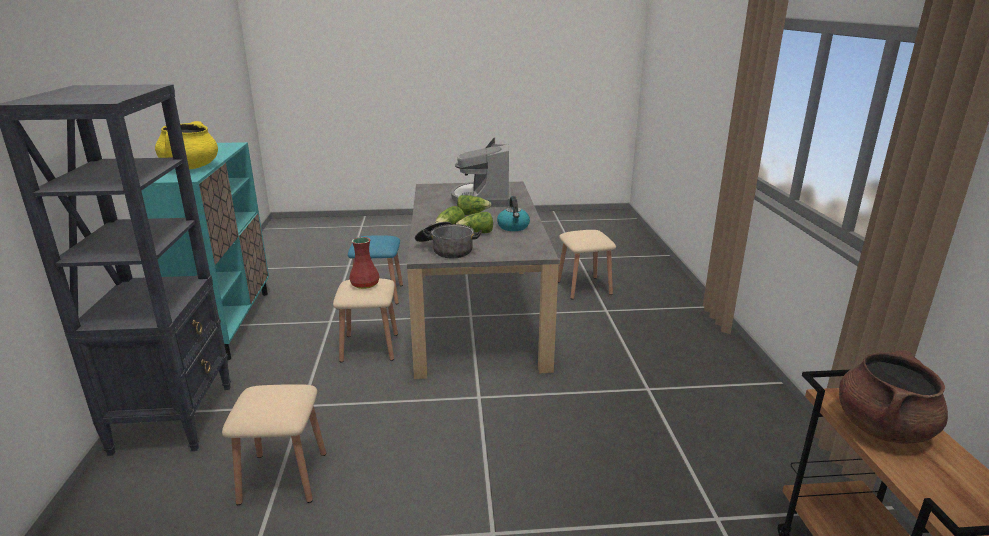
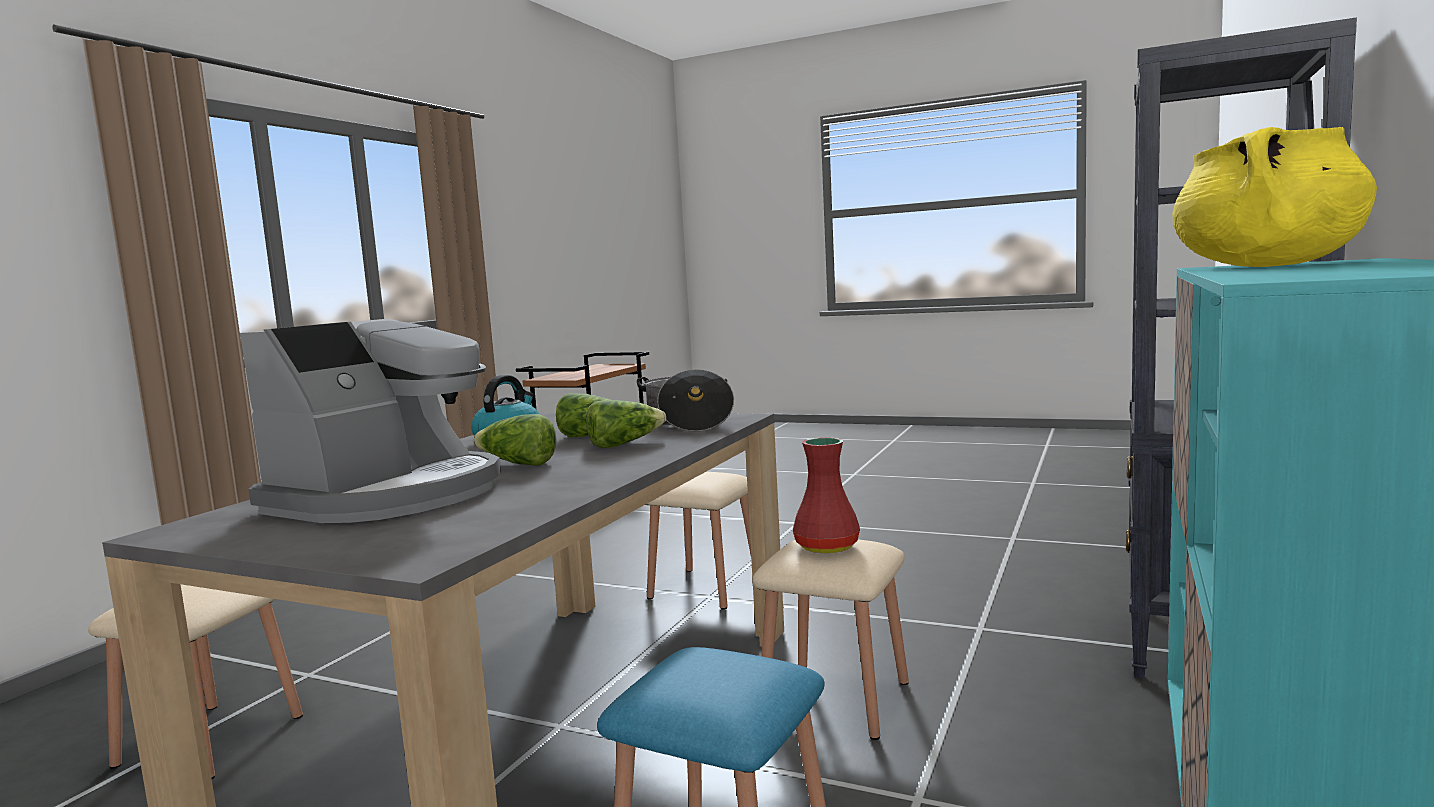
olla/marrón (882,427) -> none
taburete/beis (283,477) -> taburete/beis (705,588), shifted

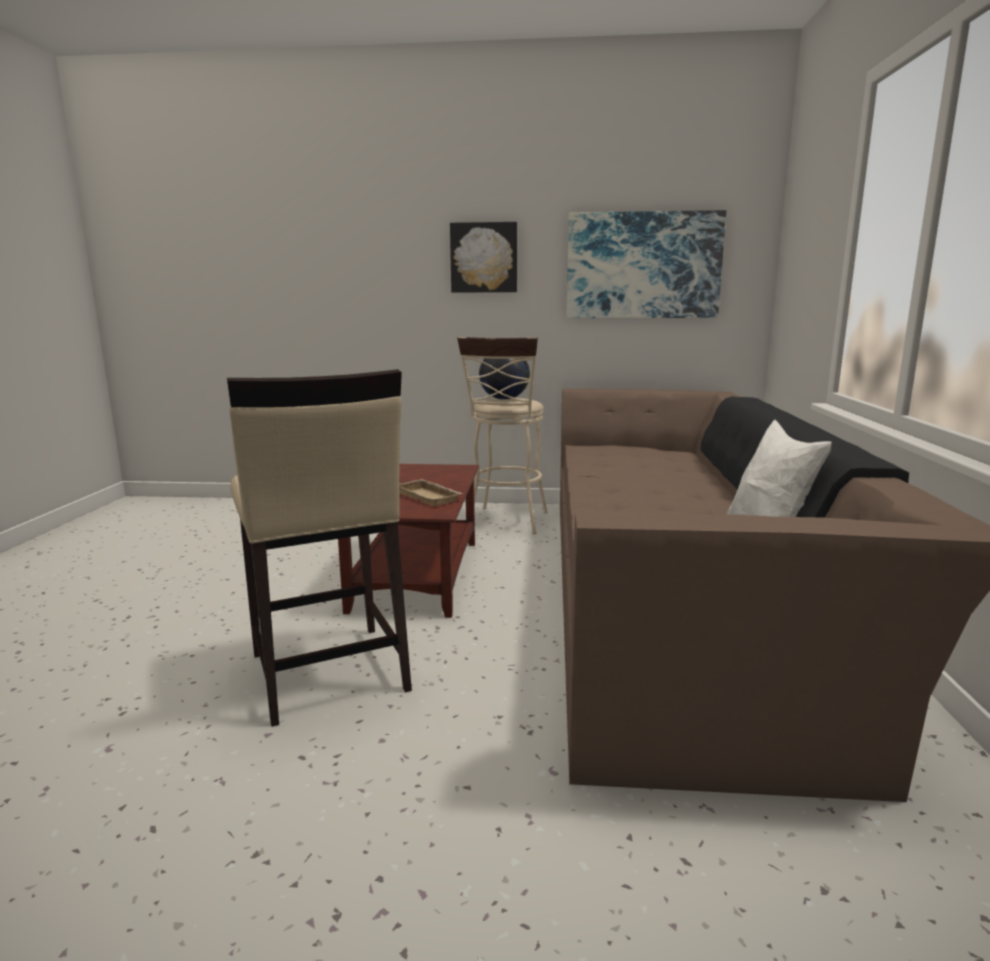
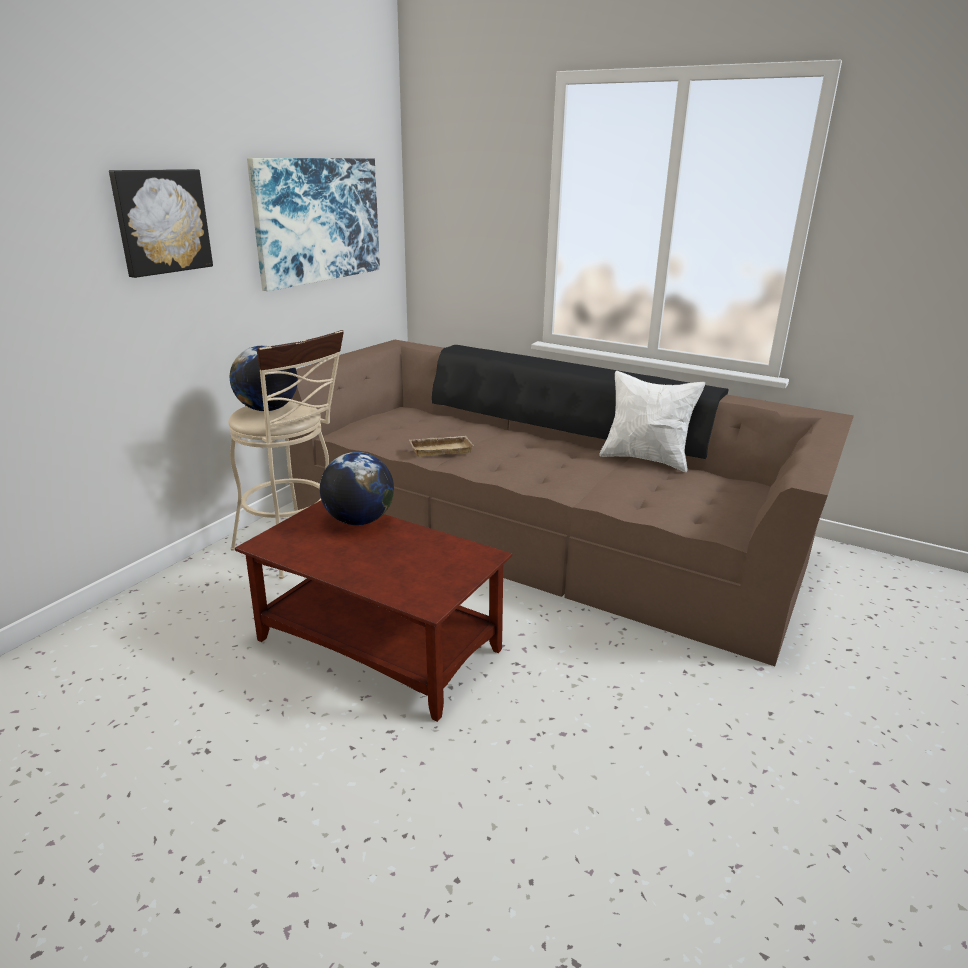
taburete/beis (327,673) -> none
none -> globo terráqueo (359,520)
bandeja/beis (430,497) -> bandeja/beis (441,449), shifted

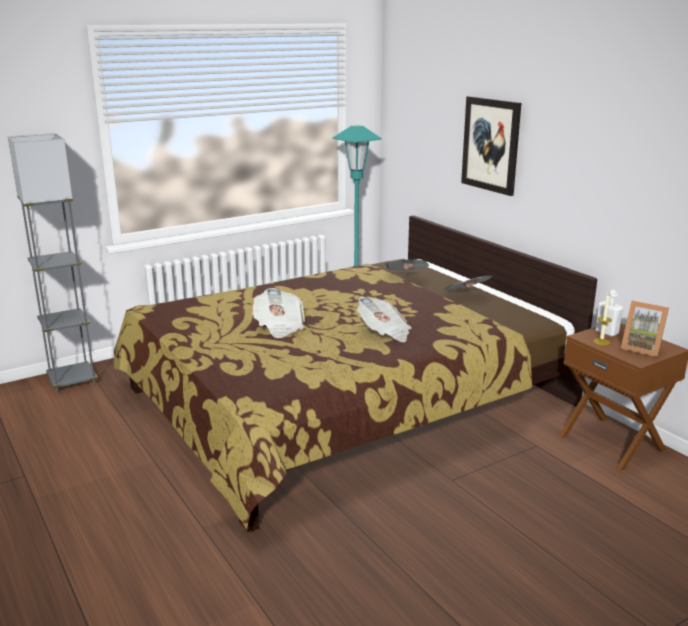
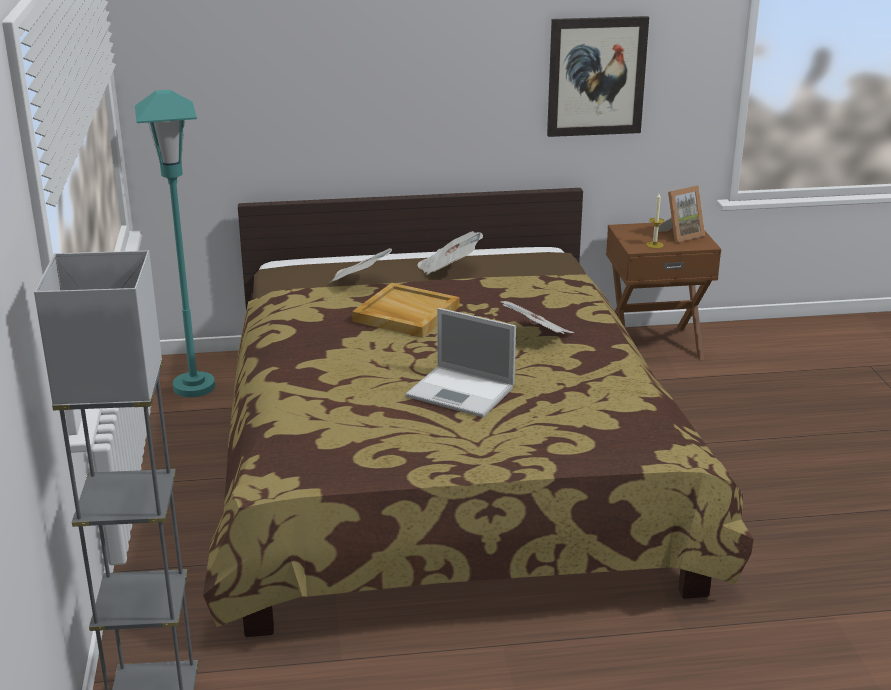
botella/blanco (607,332) -> none
none -> bandeja/beis (405,314)
cuadro (491,145) -> cuadro (596,76), shifted
periódico (279,327) -> portátil (462,392)

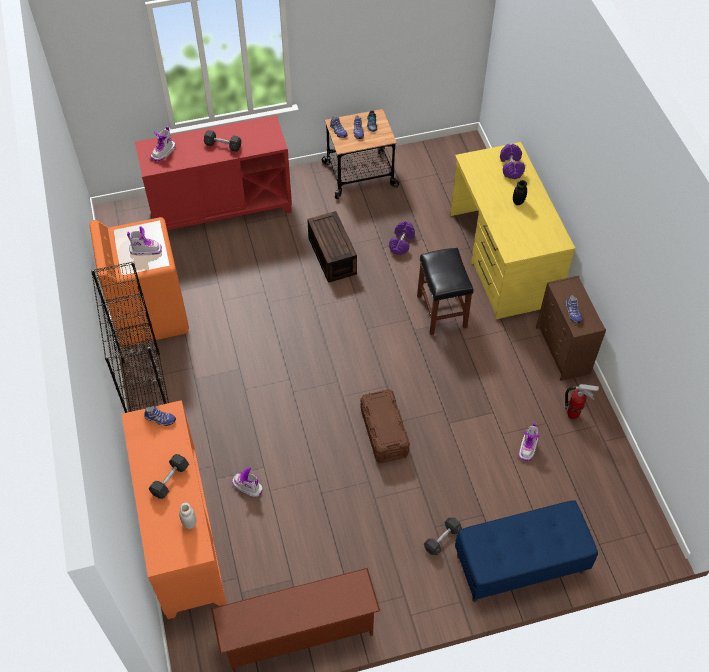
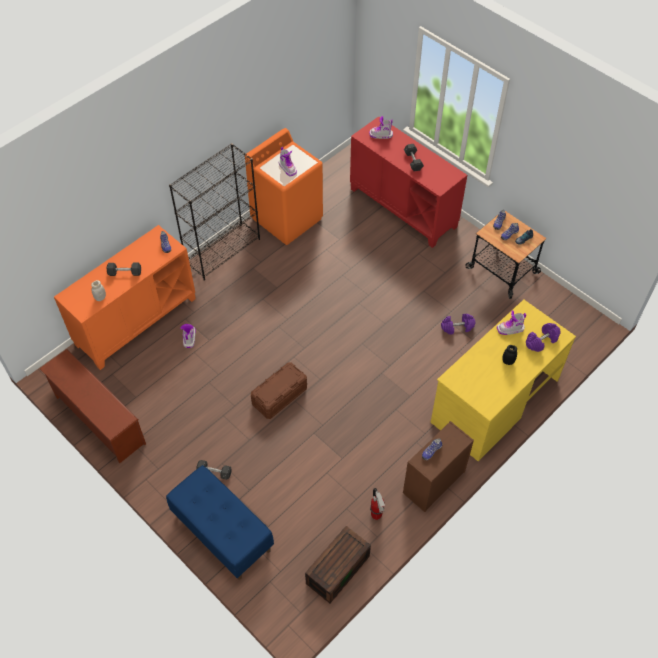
taburete/negro (441,311) -> none
caja de almacenaje/marrón (331,255) -> caja de almacenaje/marrón (337,568), shifted
bota (528,447) -> bota (510,329), shifted

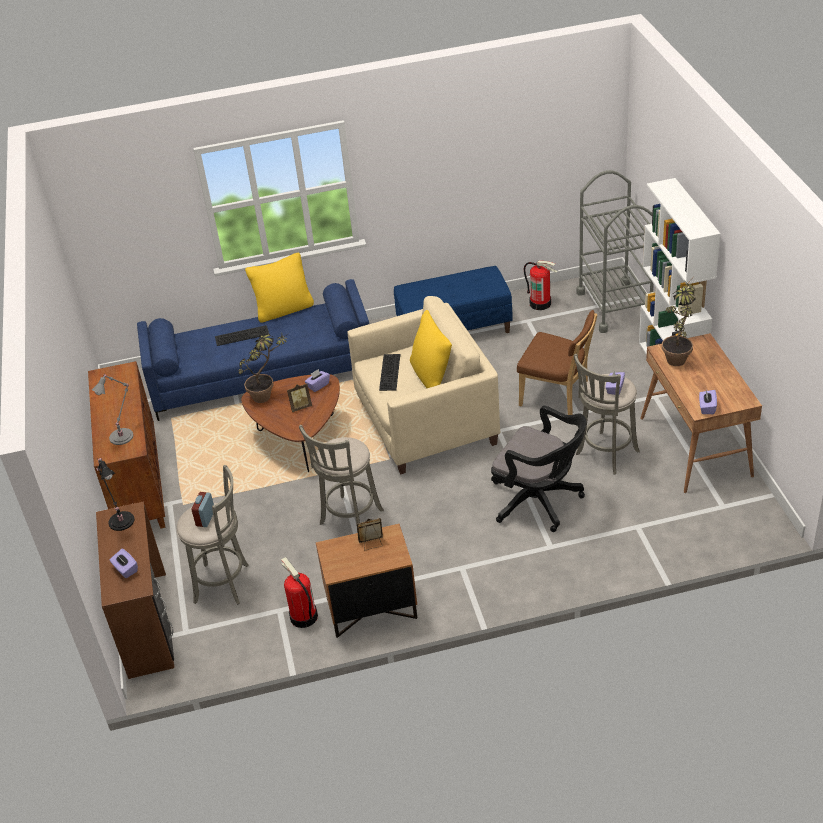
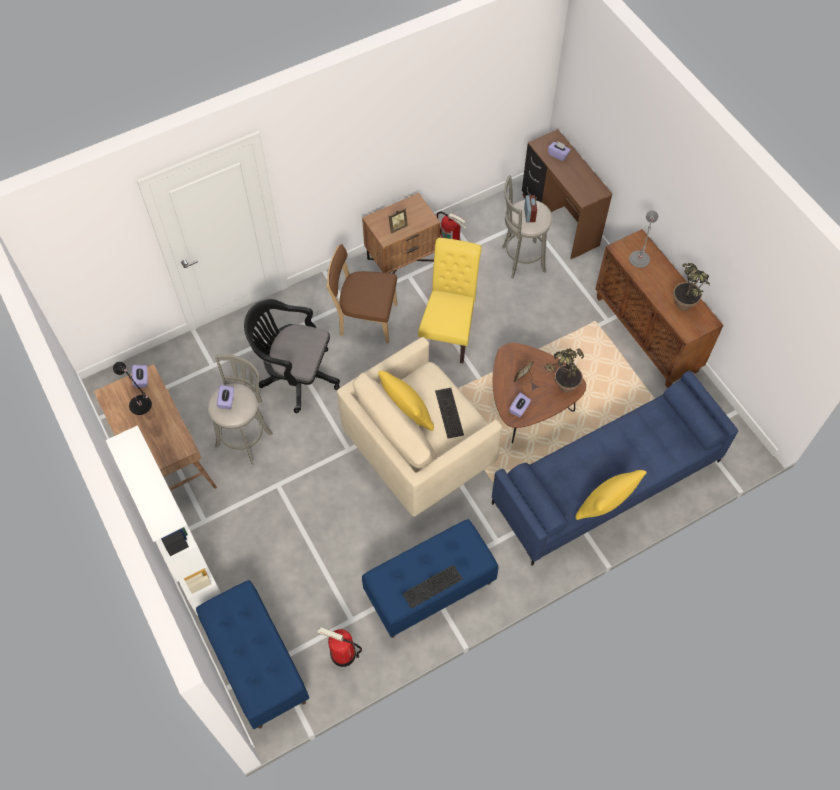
lámpara de mesa/negro (120,520) -> lámpara de mesa/negro (141,406), shifted
teclado (242,335) -> teclado (432,587), shifted
silla/marrón (557,397) -> silla/marrón (365,319), shifted
planta en maceta (678,356) -> planta en maceta (683,309), shifted
taburete/gris (349,519) -> silla/amarillo (449,331)
carrito/gris (614,306) -> banco/azul (256,663)

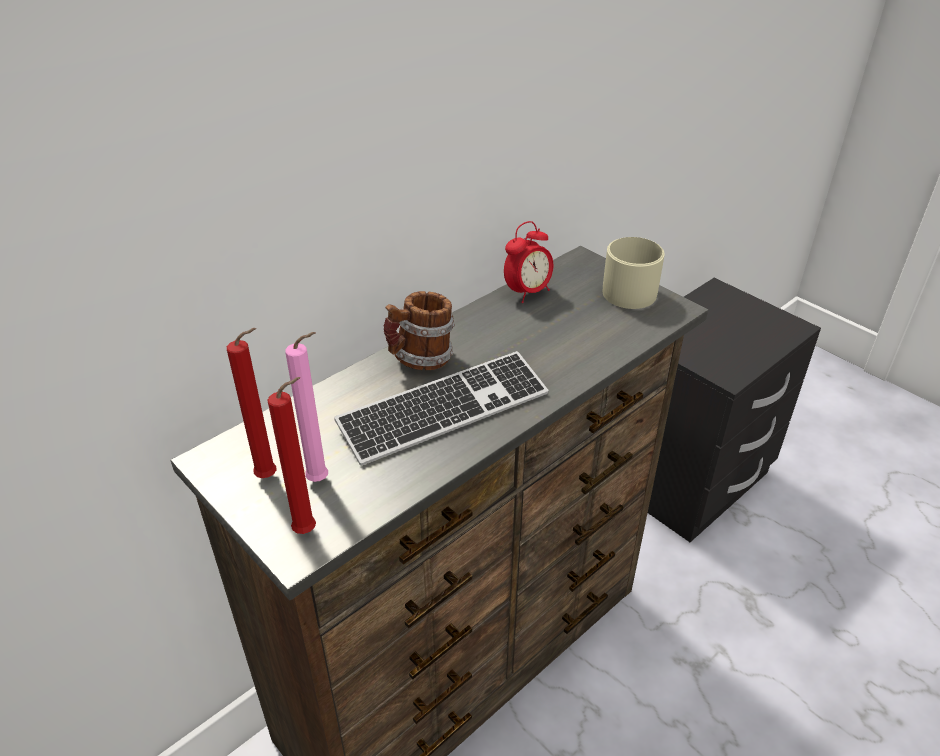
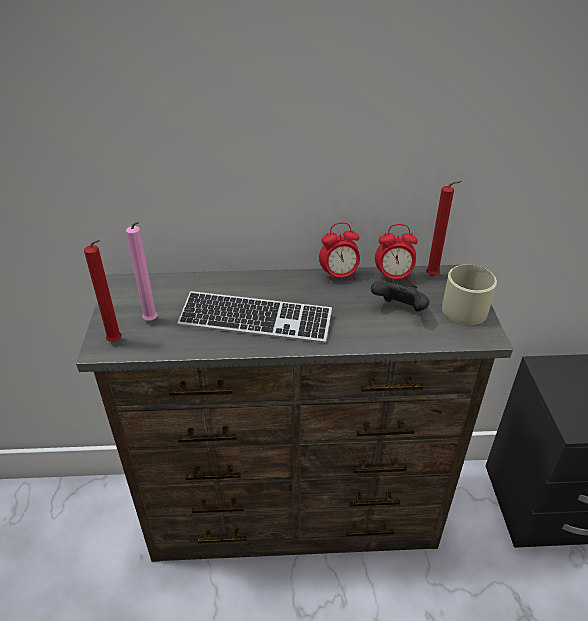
taza grande (420,360) -> none
none -> despertador (339,276)
none -> mando de consola/negro (400,310)
vela/rojo (270,477) -> vela/rojo (434,277), shifted

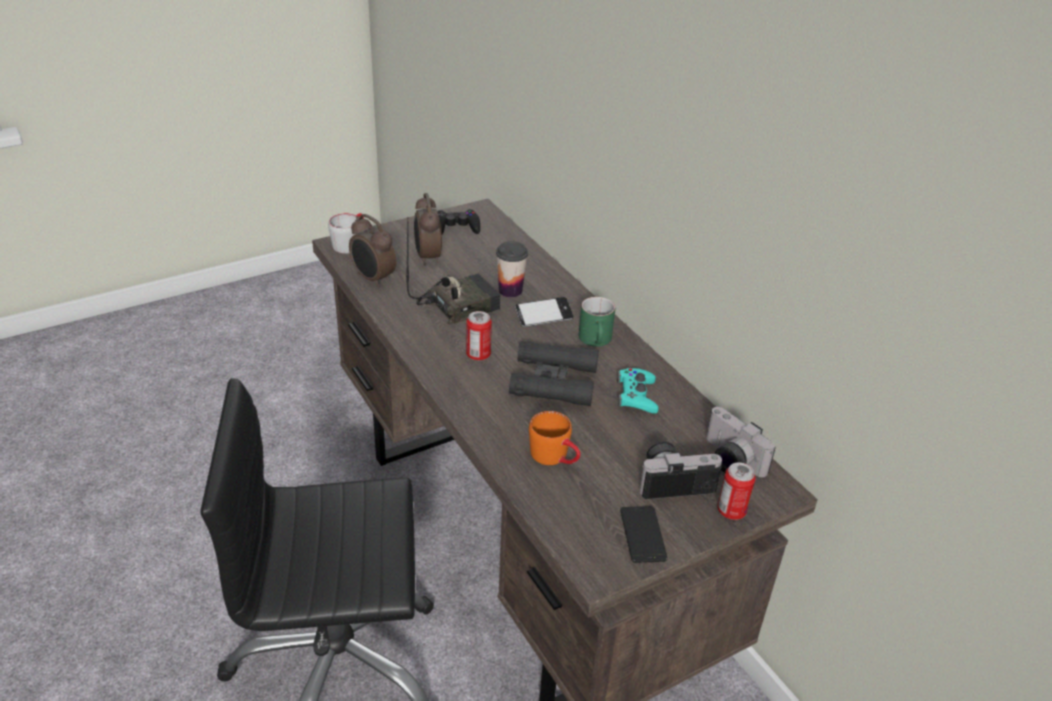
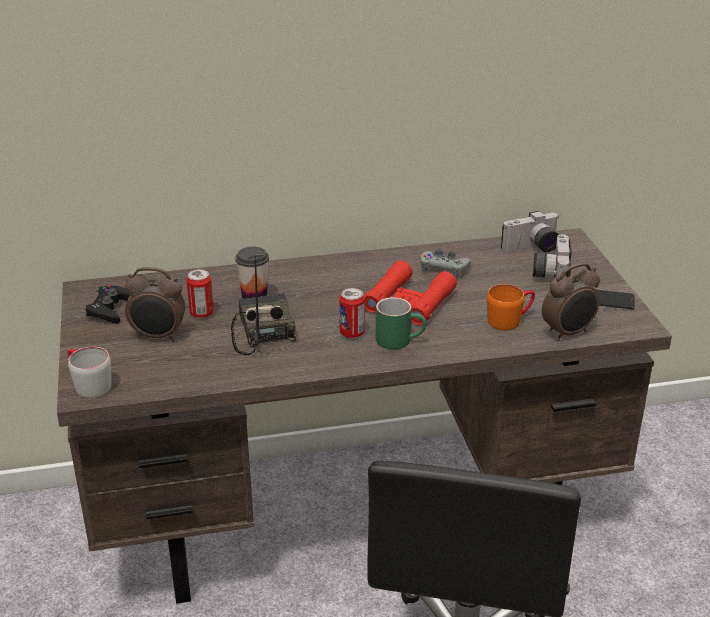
móvil (543,316) -> none
despertador (373,279) -> despertador (568,333), shifted
taza grande/verde (597,341) -> taza grande/verde (400,340), shifted
lata (731,511) -> lata (201,313), shifted
prismáticos/negro (554,381) -> prismáticos/rojo (409,302)
mando de consola/turquesa (636,395) -> mando de consola/gris (443,268)

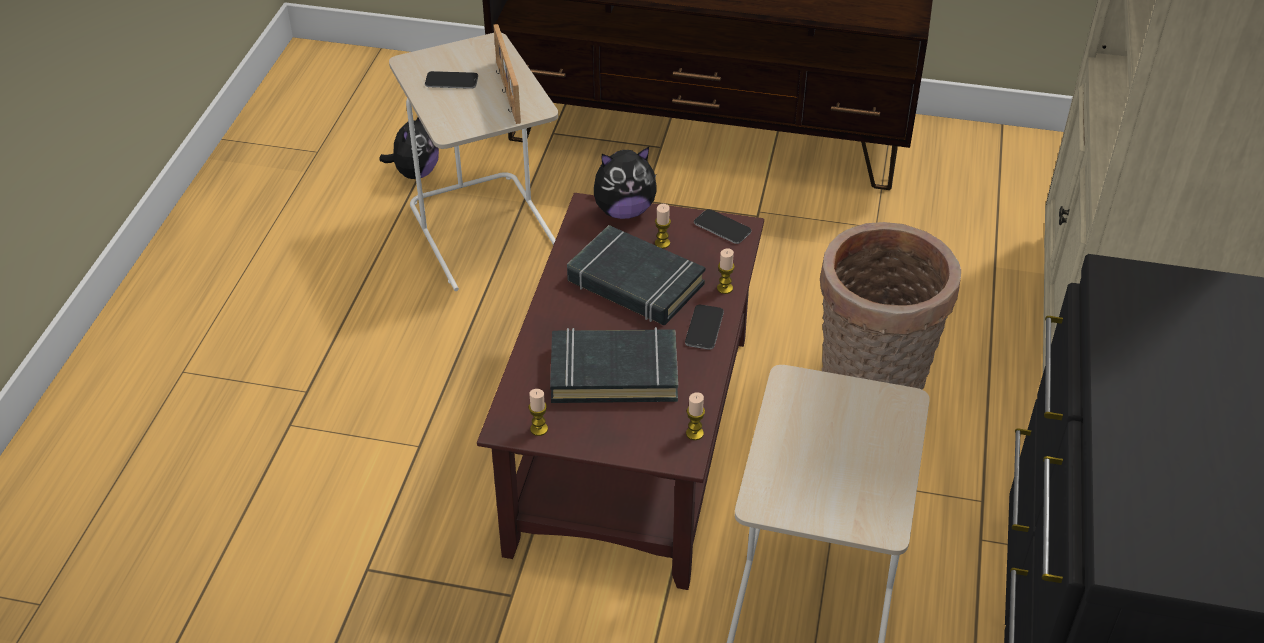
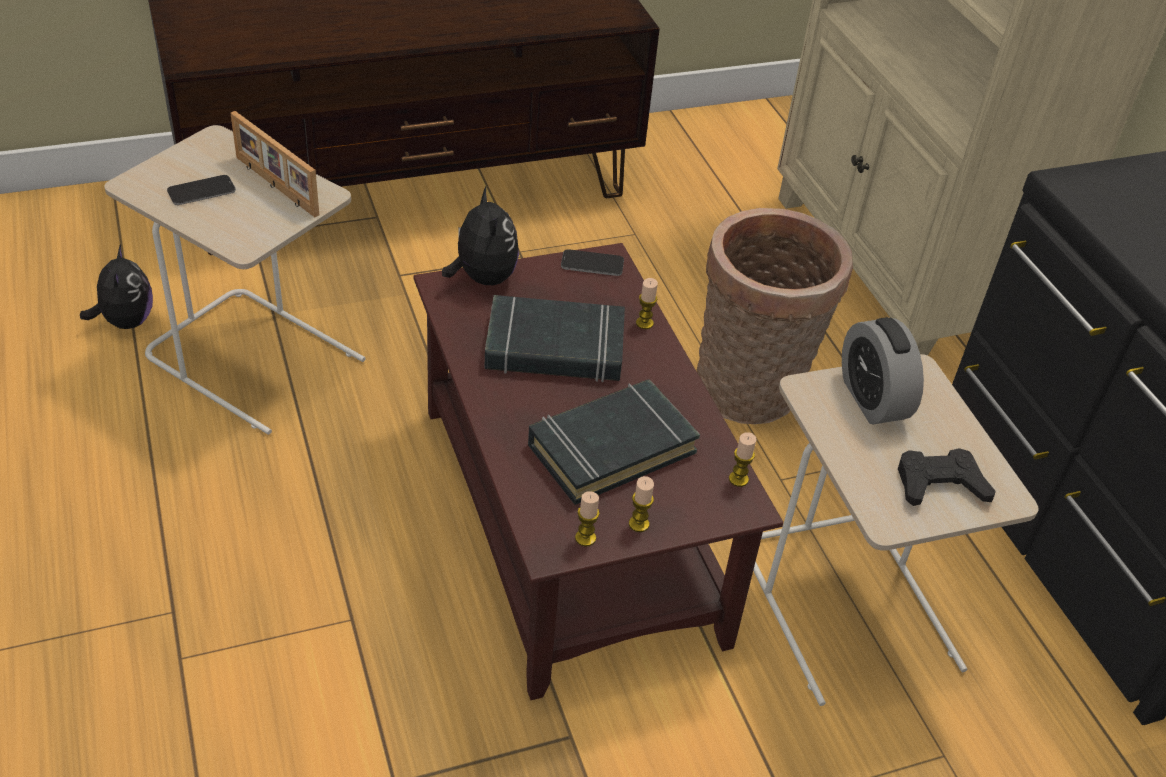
móvil (704,328) -> none
none -> despertador (872,399)
none -> mando de consola/negro (939,484)
vela (662,243) -> vela (639,524), shifted
peluche (624,211) -> peluche (482,277), 60 degrees counterclockwise

